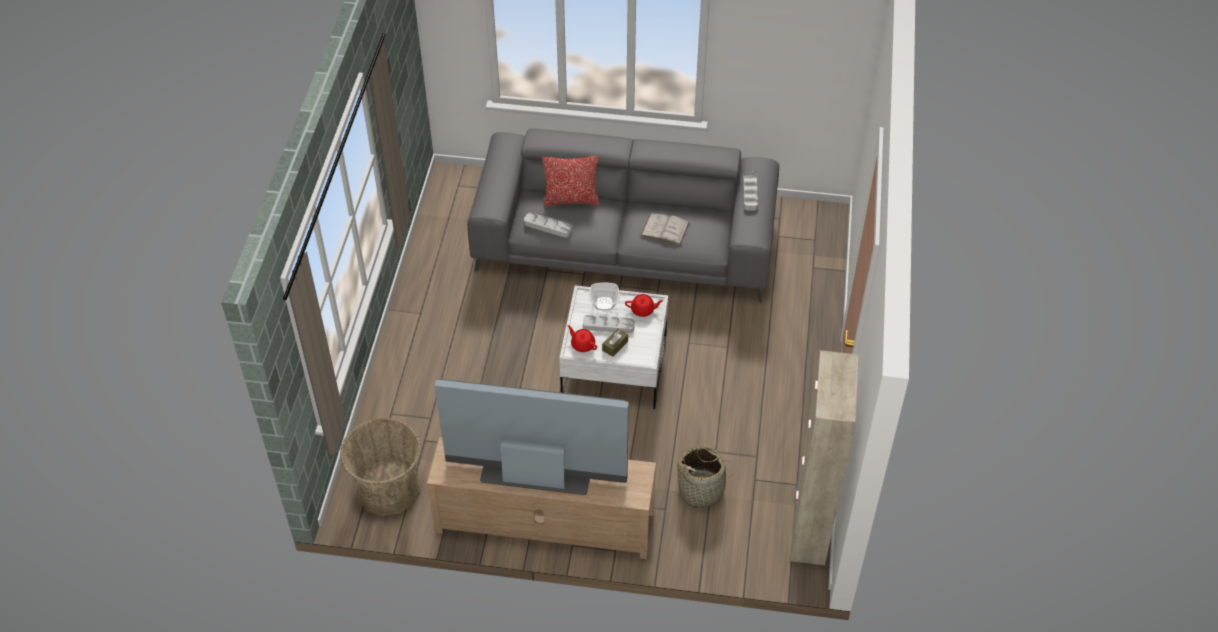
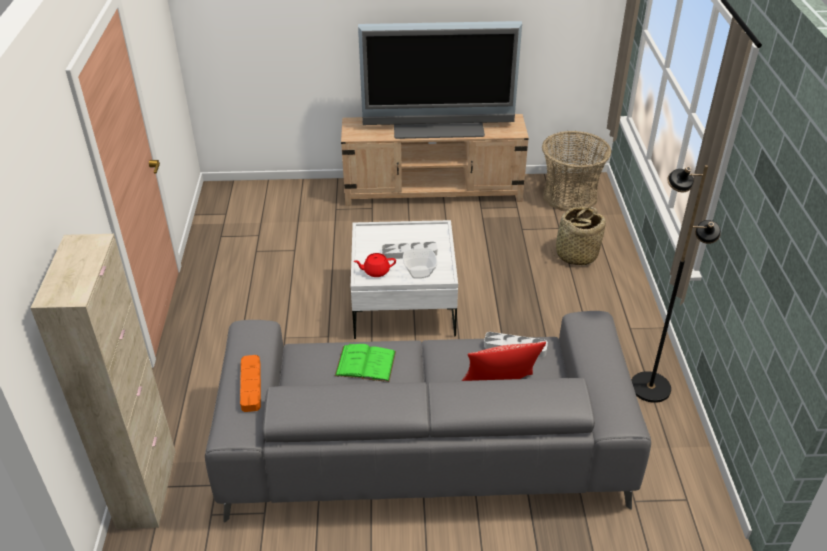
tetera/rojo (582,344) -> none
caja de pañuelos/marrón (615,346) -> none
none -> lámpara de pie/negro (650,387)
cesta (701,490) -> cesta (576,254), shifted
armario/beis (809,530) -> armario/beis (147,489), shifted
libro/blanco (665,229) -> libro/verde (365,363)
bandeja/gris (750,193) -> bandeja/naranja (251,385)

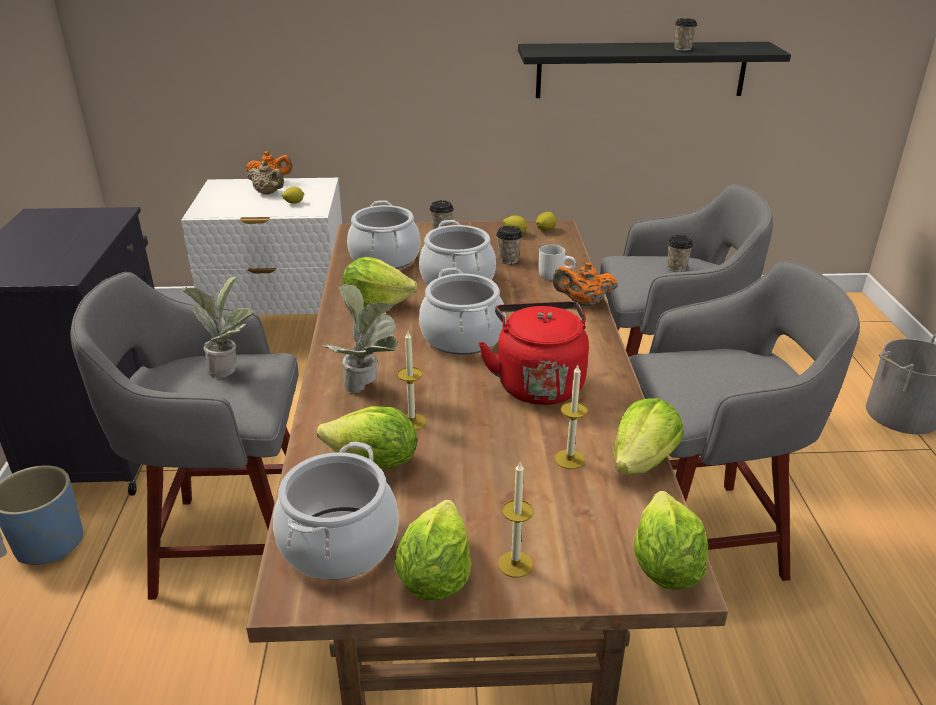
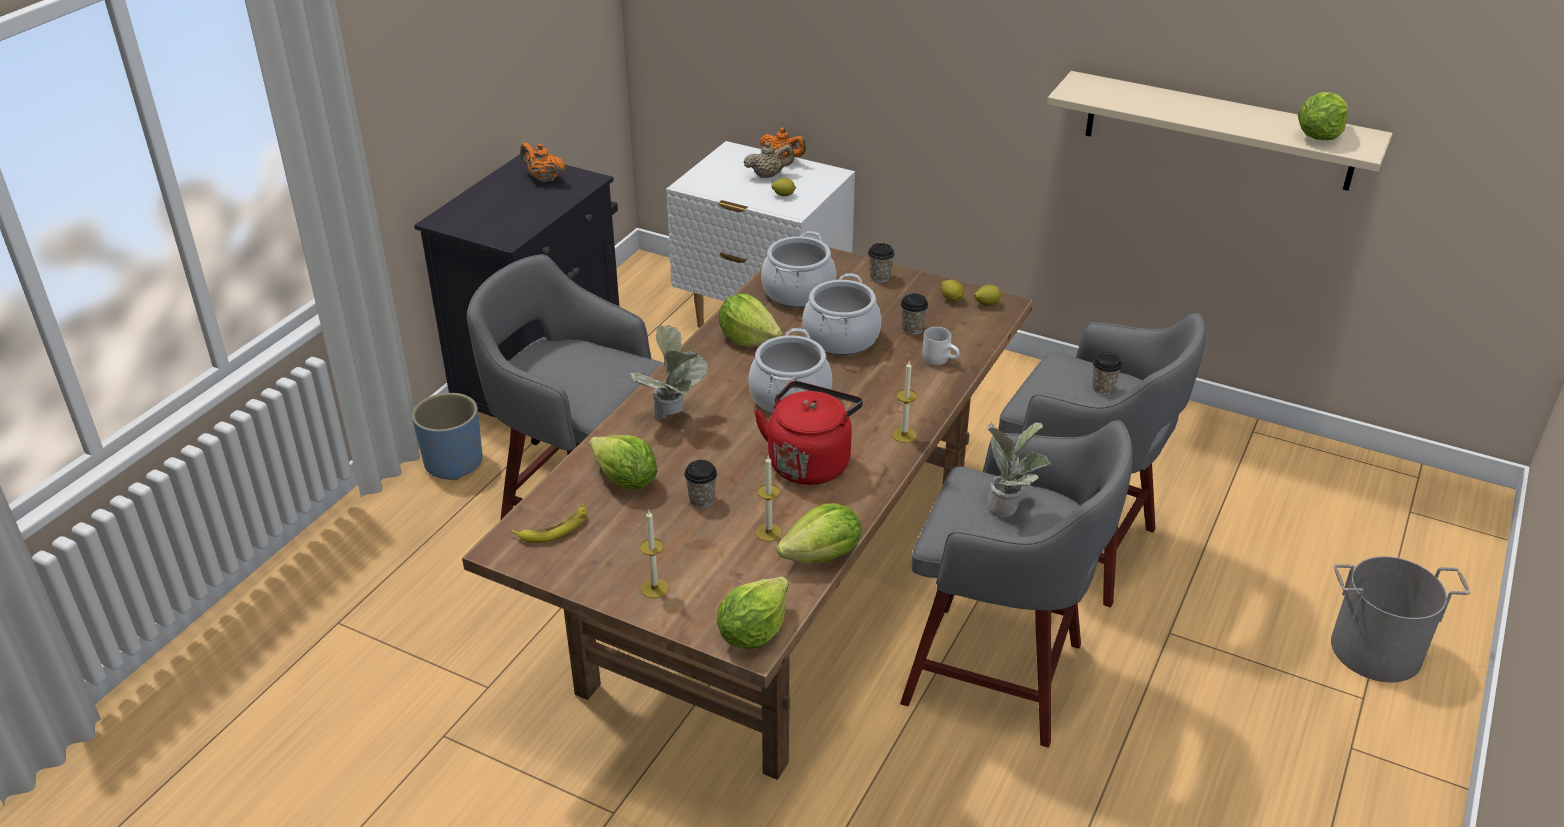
planta en maceta (229,367) -> planta en maceta (1009,506), shifted
lechuga (435,576) -> lechuga (1319,135), shifted
vela (412,422) -> vela (904,435), shifted
tetera/naranja (583,303) -> tetera/naranja (543,178), shifted
taza (682,49) -> taza (701,500), shifted
olla (338,543) -> plátano (554,528)
estante/negro (641,70) -> estante/beis (1218,131)
tetera/beis (268,193) -> tetera/beis (768,175), 75 degrees counterclockwise

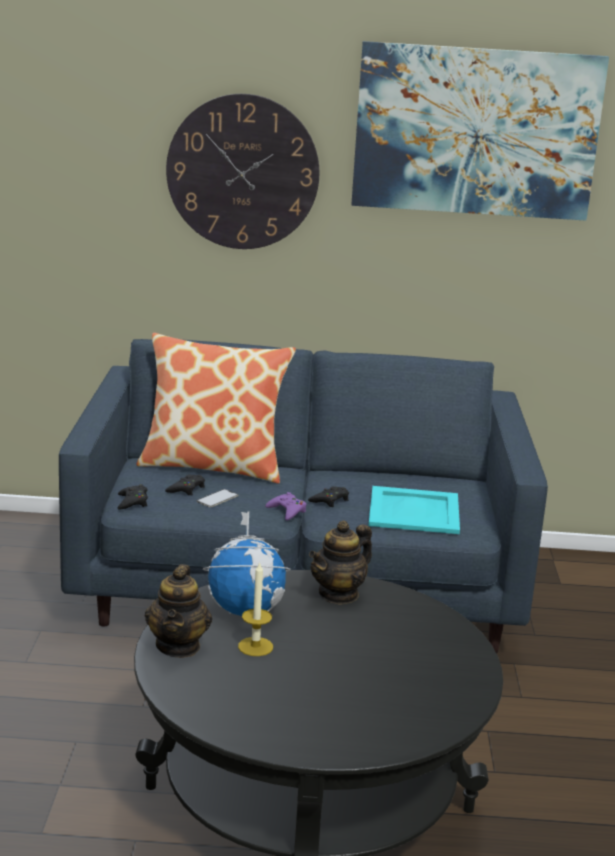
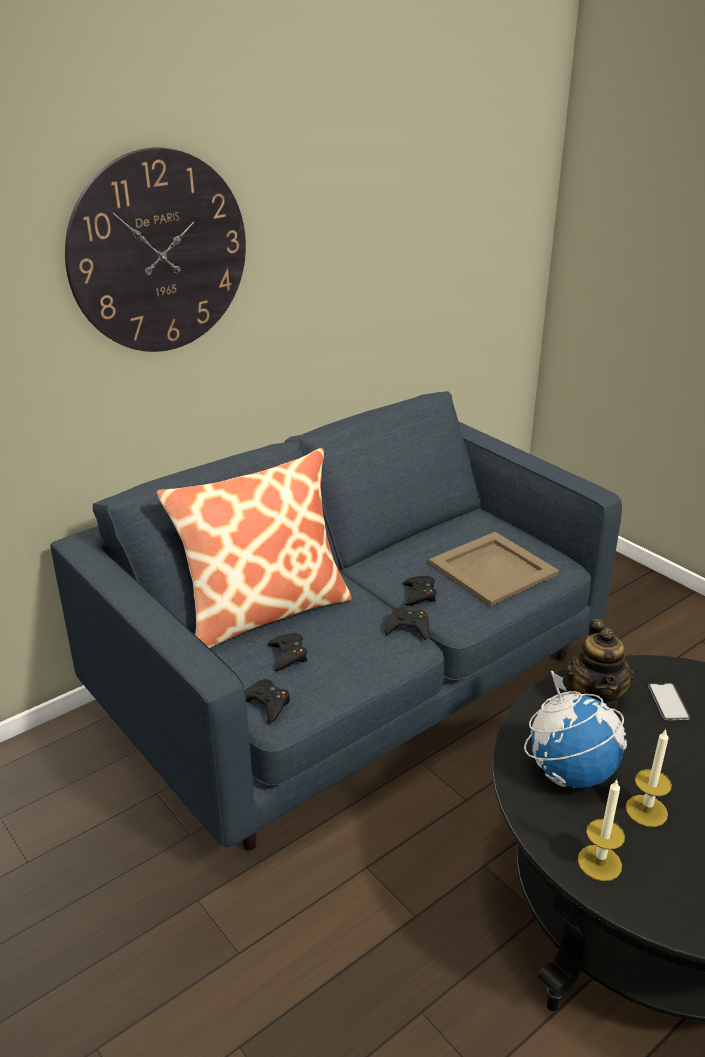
cuadro (476,131) -> none
móvil (217,498) -> móvil (668,702), shifted
tetera (178,646) -> vela (599,863)
mando de consola/morado (287,511) -> mando de consola/negro (408,628)
bandeja/turquesa (413,511) -> bandeja/beis (492,569)

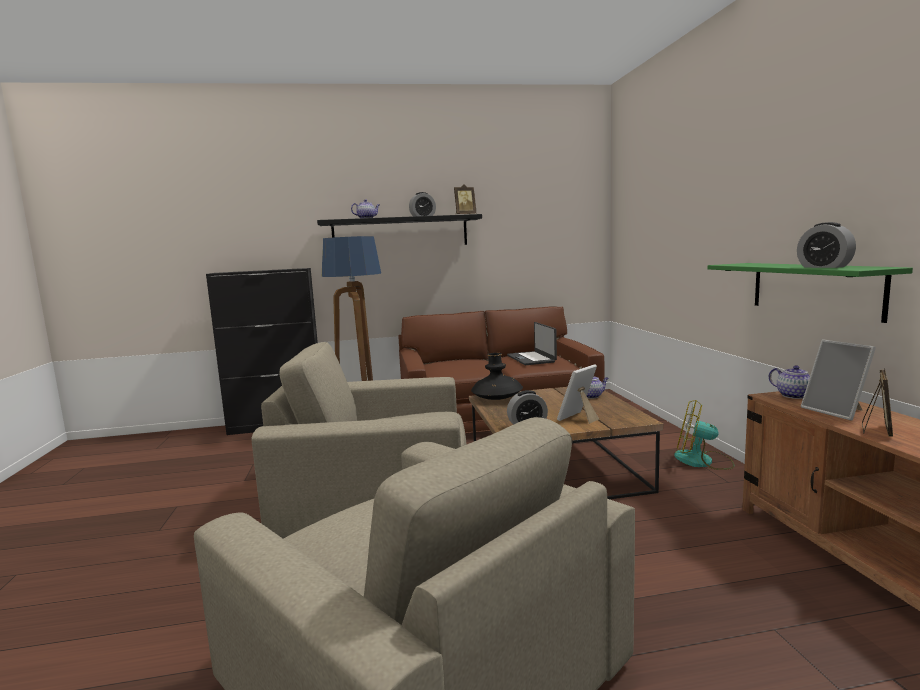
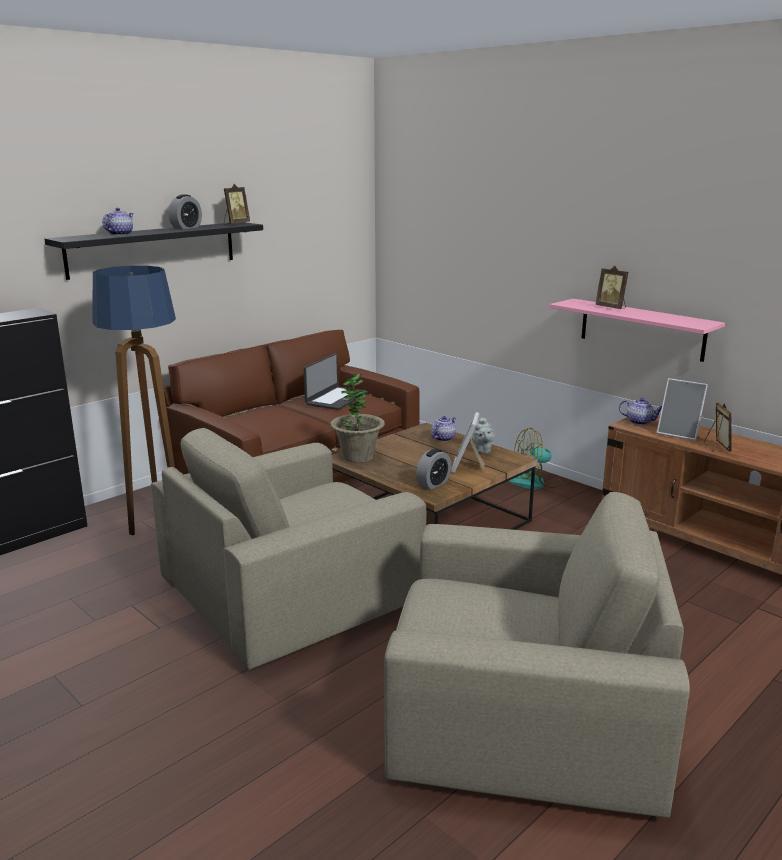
despertador (824,267) -> none
none -> tetera/gris (482,450)
none -> portarretratos (611,308)
florero/negro (497,398) -> planta en maceta (357,456)
estante/verde (813,289) -> estante/rosa (641,329)
portátil (531,358) -> portátil (336,398), 105 degrees counterclockwise

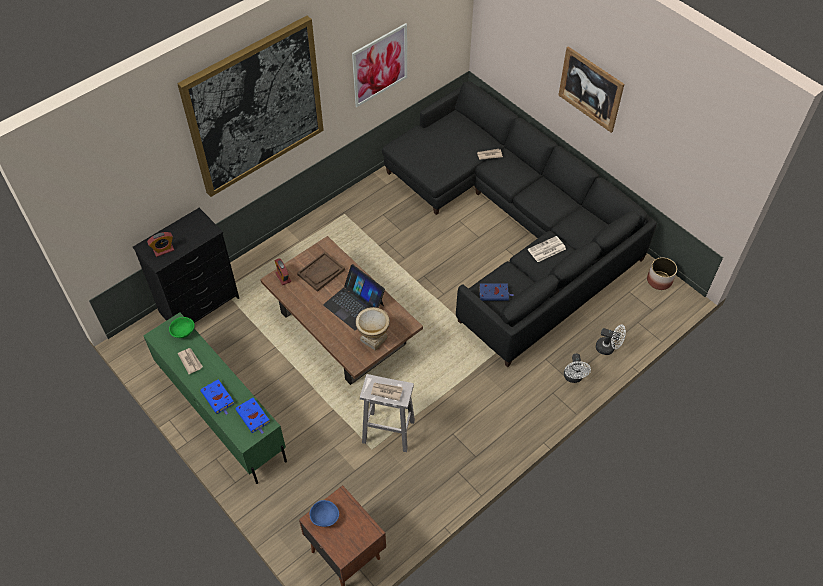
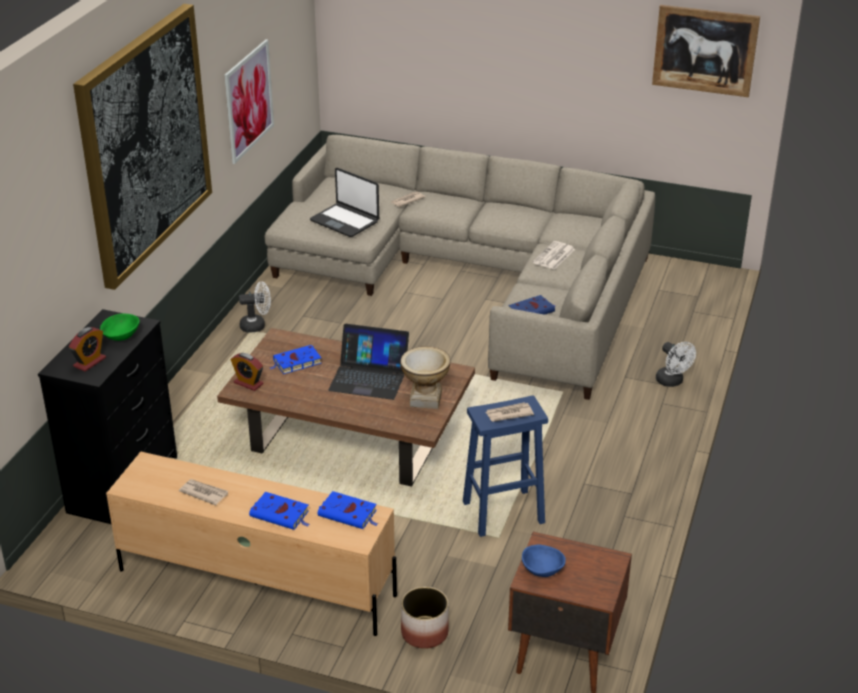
none -> portátil (345,221)
cuenco/verde (183,332) -> cuenco/verde (121,337), shifted
cuadro (590,89) -> cuadro (705,50), shifted
ventilador/blanco (608,348) -> ventilador/blanco (257,325), shifted
maceta (659,280) -> maceta (425,632), shifted
bandeja/marrón (321,272) -> libro/azul (296,362)
mueble de televisión/verde (221,412) -> mueble de televisión/beis (255,582)
taburete/blanco (387,431) -> taburete/azul (502,513)
sofá/negro (512,227) -> sofá/beis (475,278)

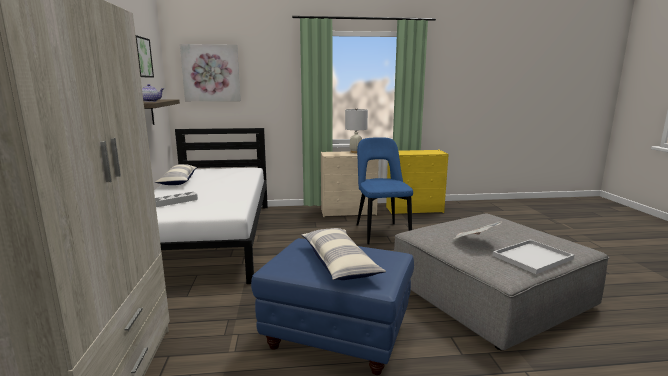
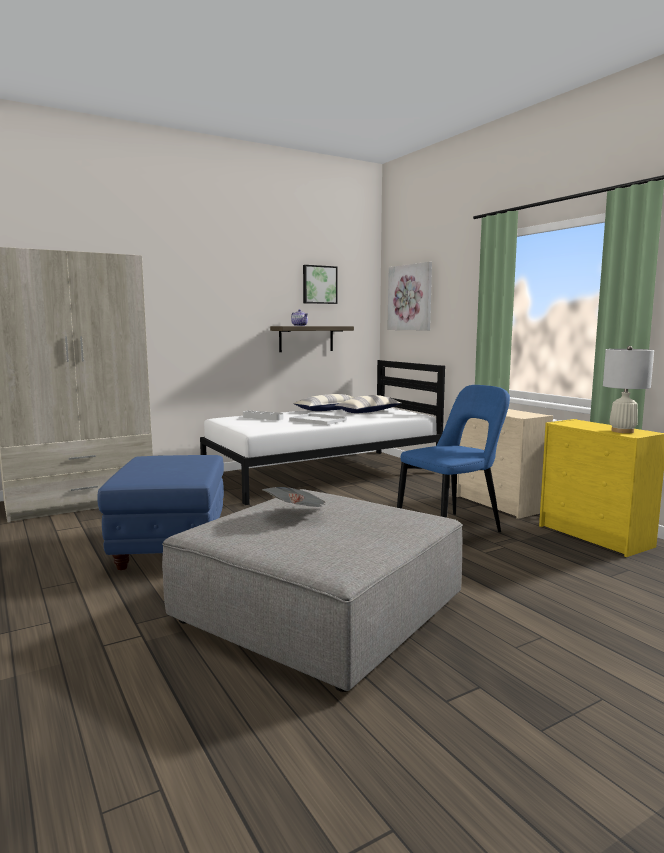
cojín (339,263) -> cojín (368,412), shifted
lámpara de mesa/blanco (355,152) -> lámpara de mesa/blanco (622,431), shifted
bandeja/blanco (532,257) -> bandeja/blanco (319,420), shifted

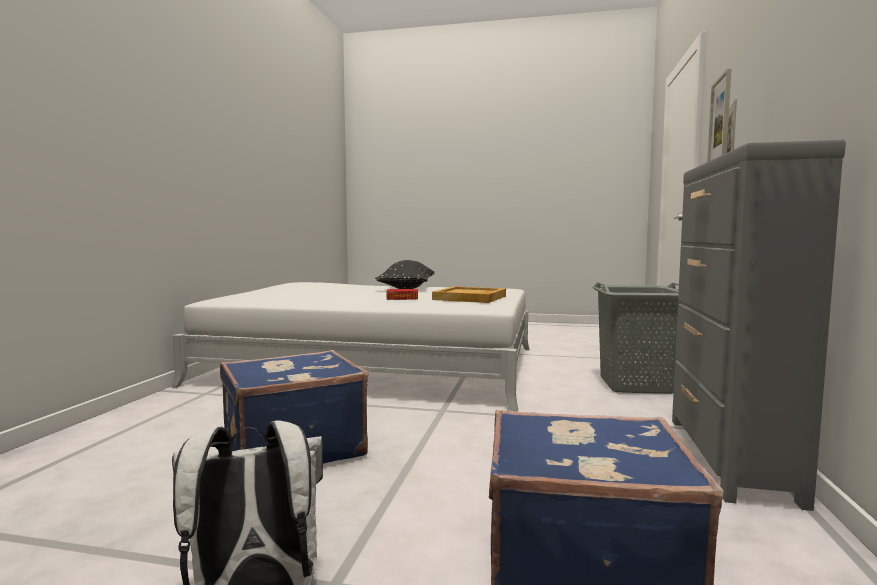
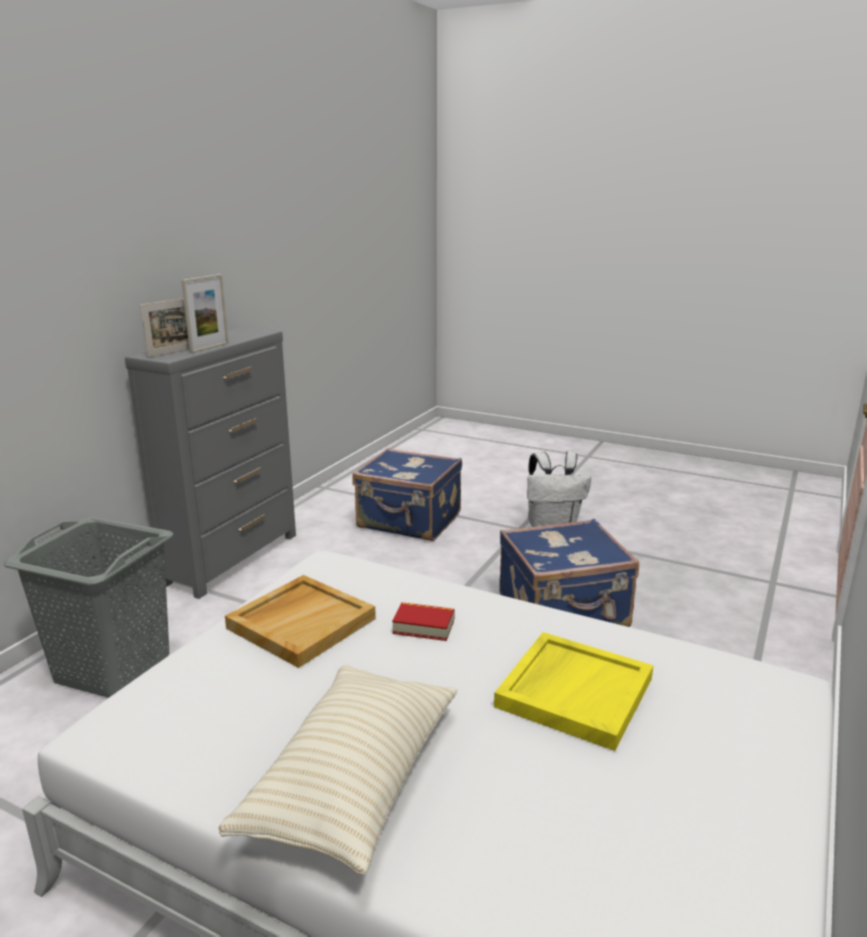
none -> bandeja/amarillo (574,691)
cojín/negro (407,288) -> cojín/beis (353,783)

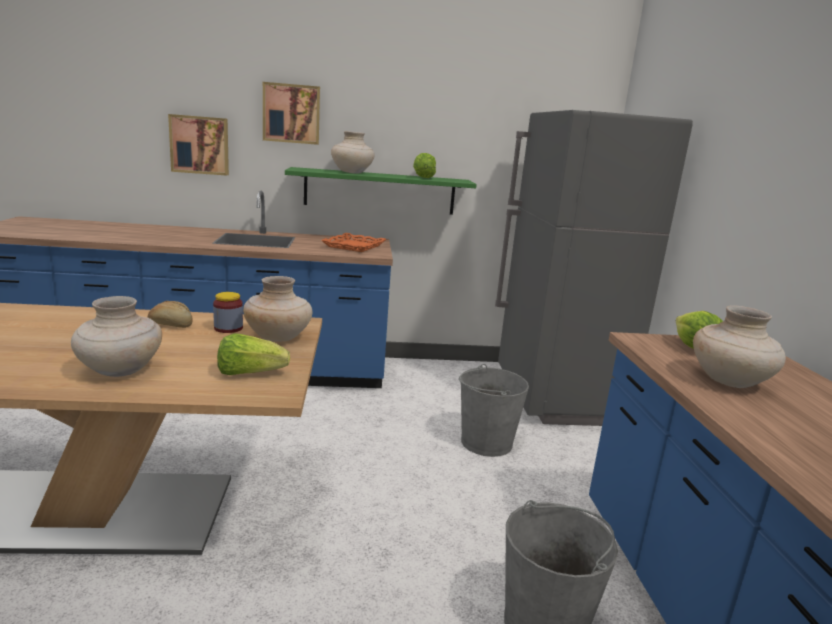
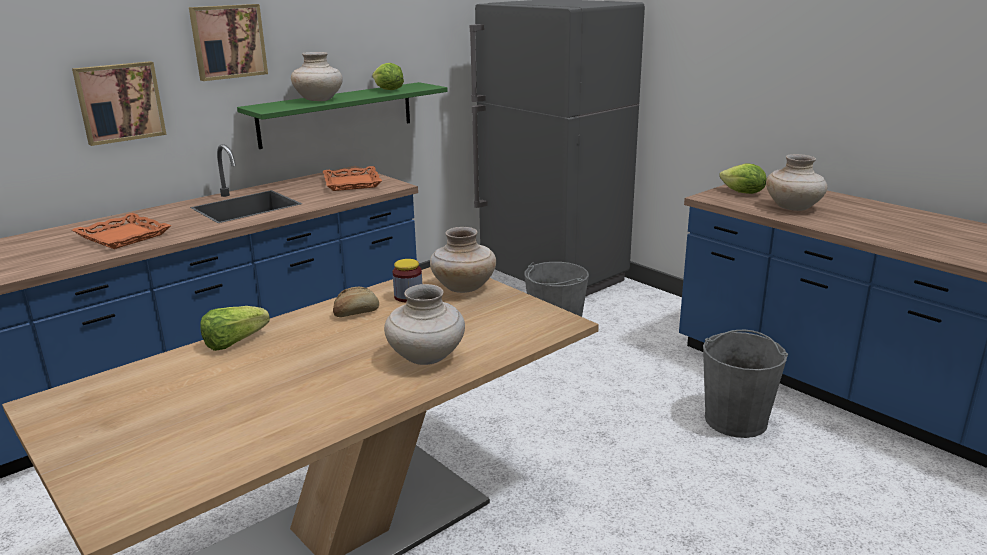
none -> bandeja/naranja (124,236)
lechuga (249,373) -> lechuga (234,342), shifted

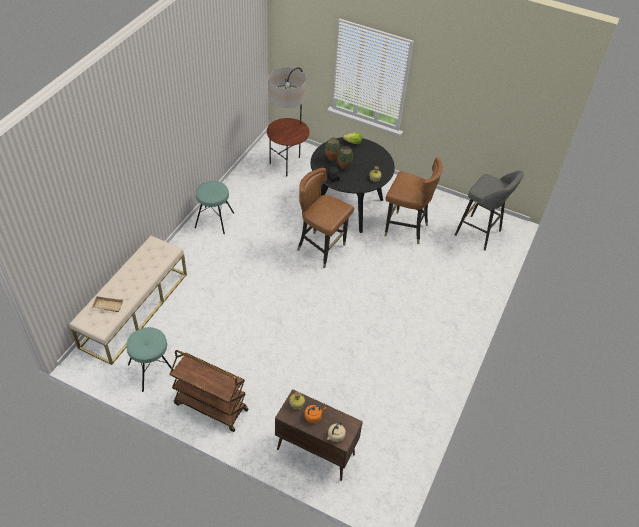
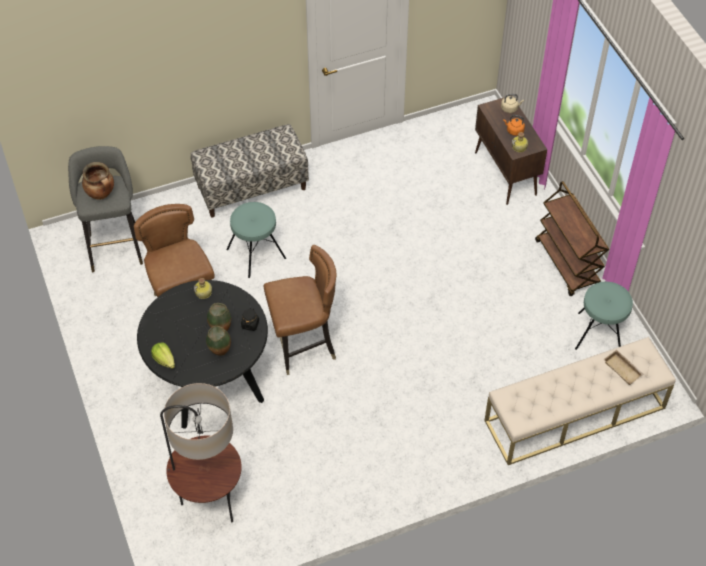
none -> olla (101,194)
none -> banco (252,187)
taburete/turquesa (214,220) -> taburete/turquesa (256,254), shifted
silla/marrón (321,249) -> silla/marrón (303,347), 90 degrees counterclockwise

